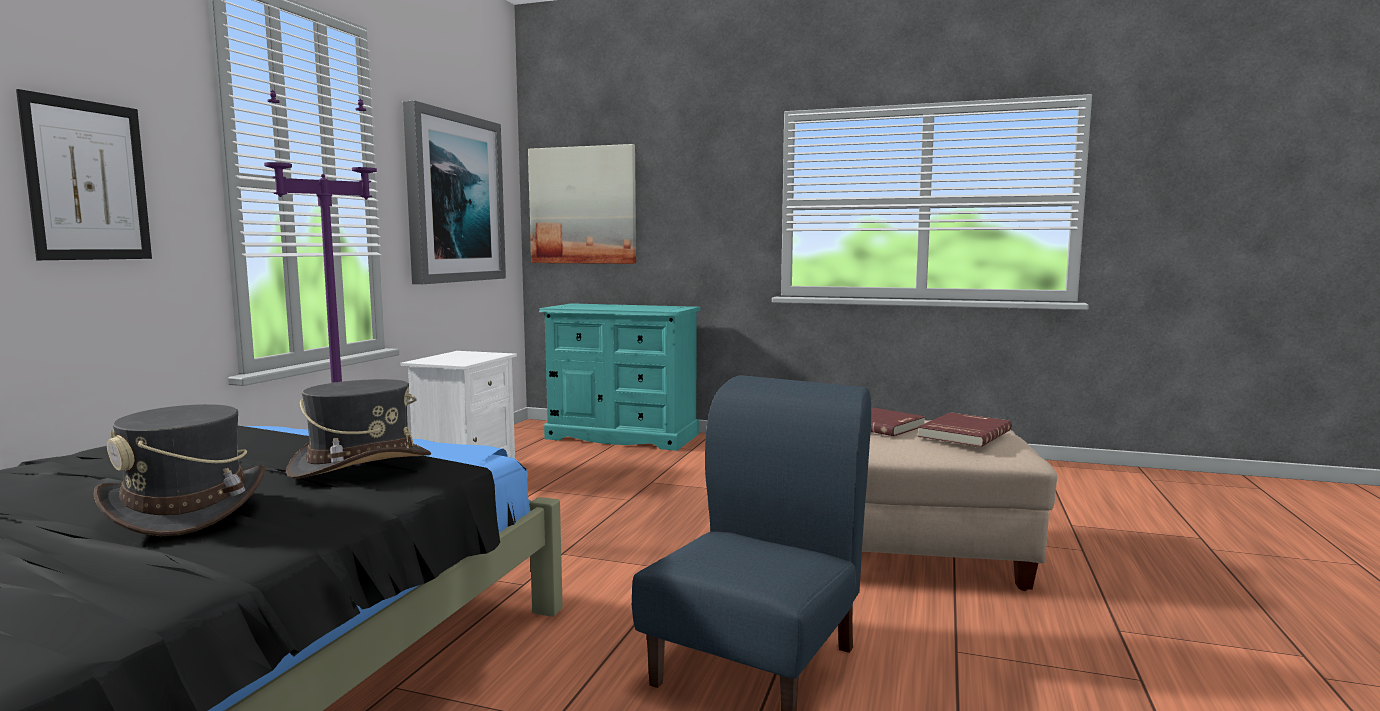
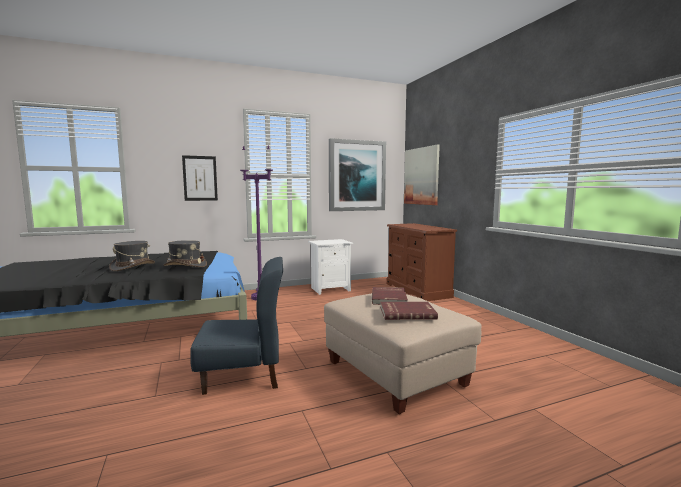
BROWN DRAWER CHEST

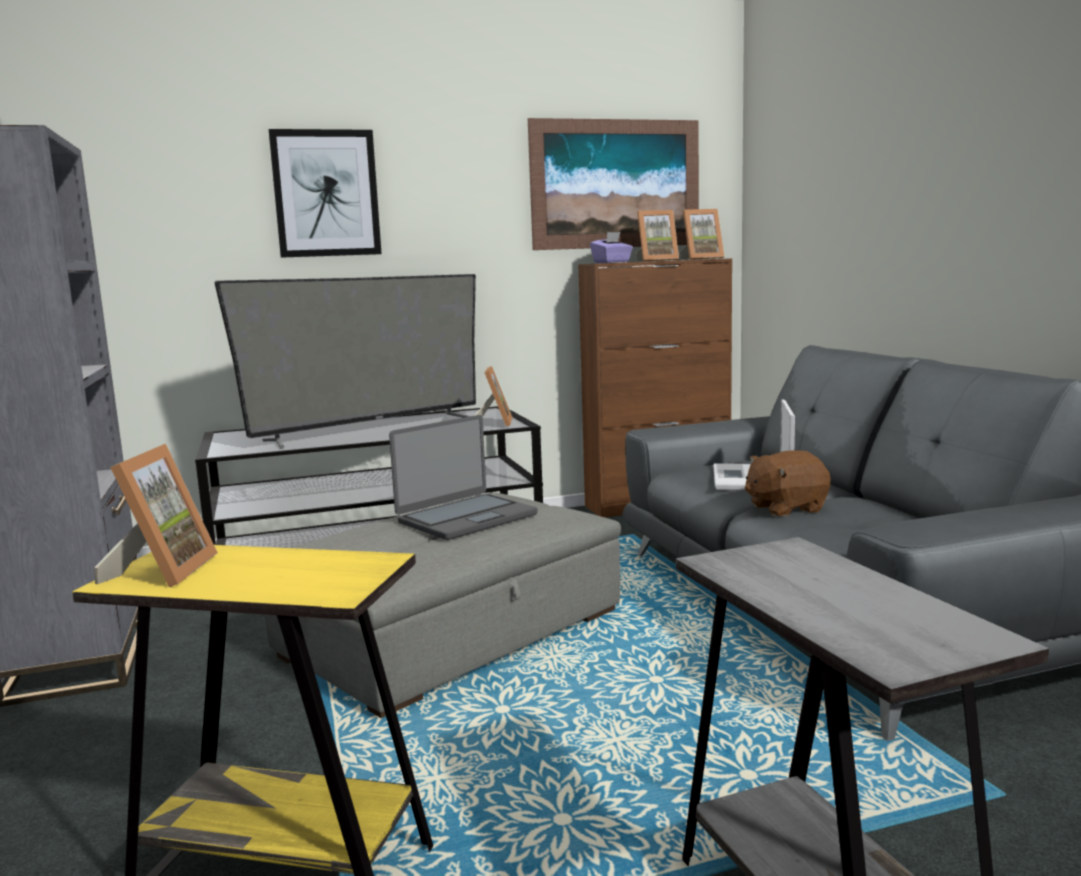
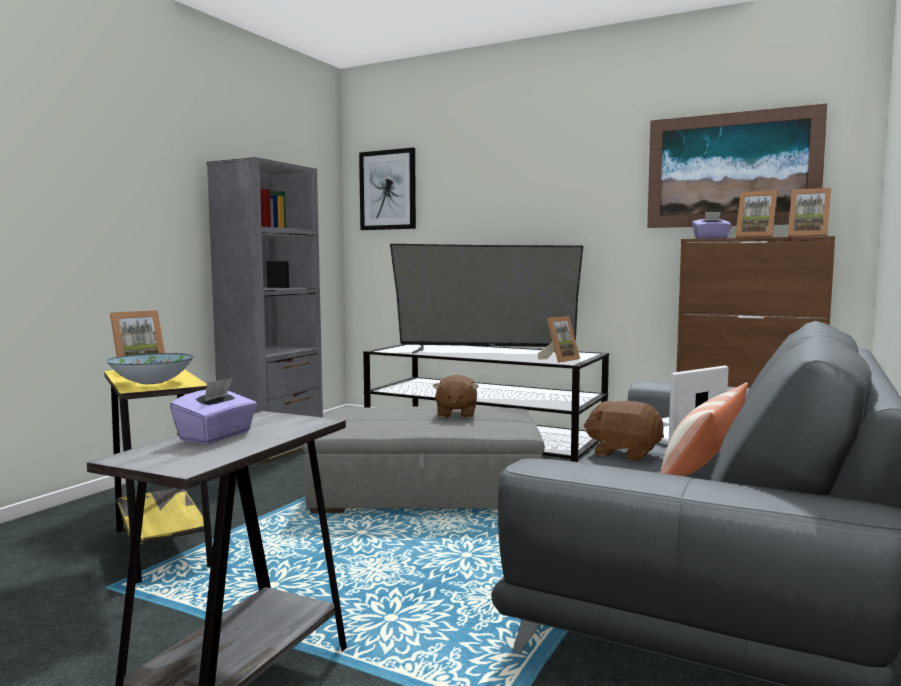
PICTURE (no. 1 from left); BROWN SOFT TOY (no. 1 from left); DEEP DISH; PURPLE-COLOURED BOX OF TISSUES (no. 1 from left); PILLOW

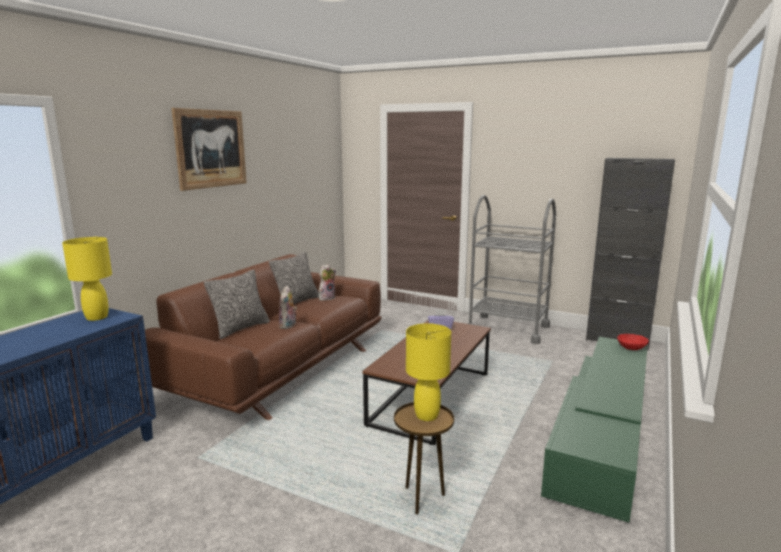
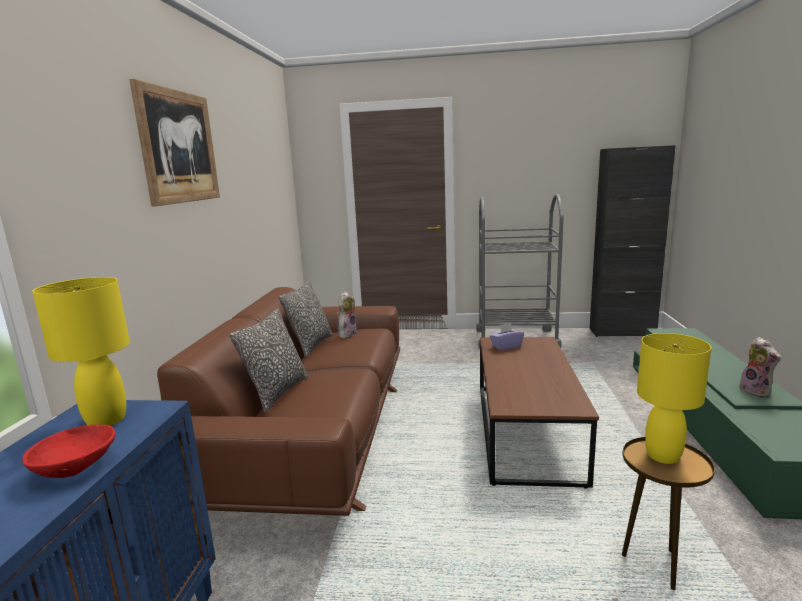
SOFT TOY (no. 2 from left); RED-COLOURED DEEP DISH

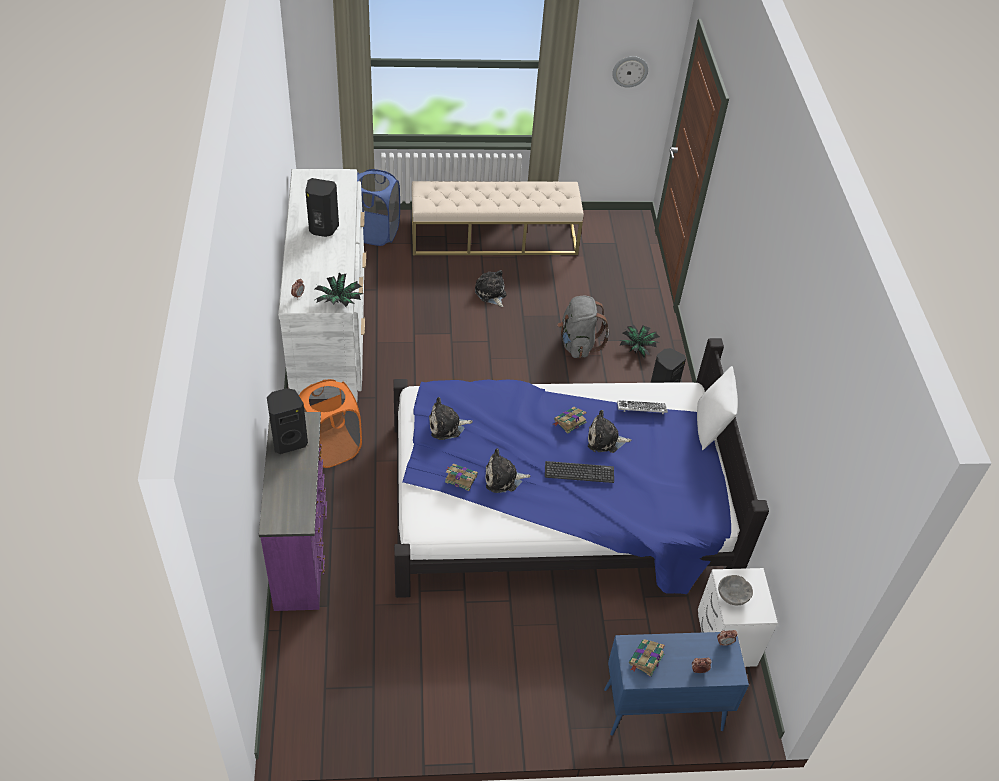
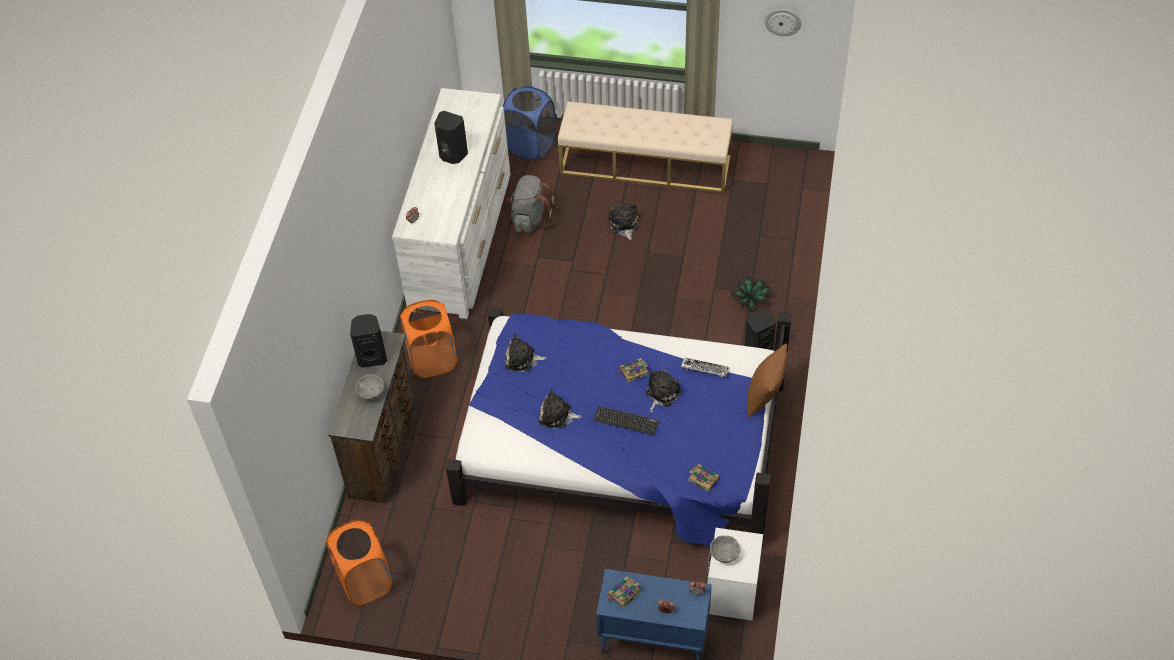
HOUSEPLANT (no. 1 from left in the first image); GREY RUCKSACK; BROWN PILLOW; SOFT TOY (no. 4 from left); BROWN DRAWER CHEST; BOUND BOOK (no. 3 from left); GREY DEEP DISH (no. 1 from left); ORANGE WASHING BASKET (no. 1 from left)

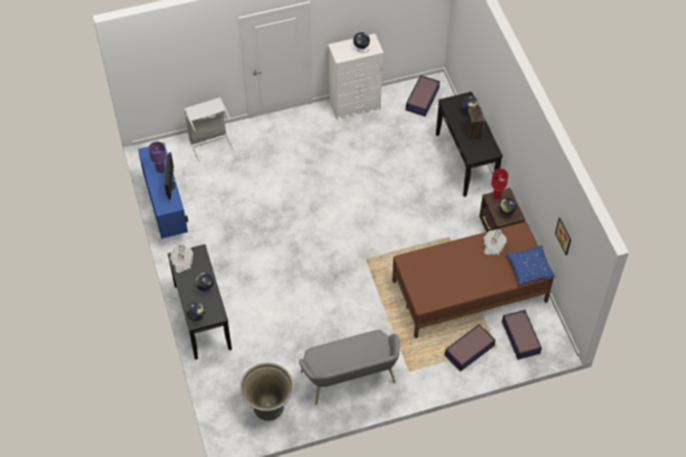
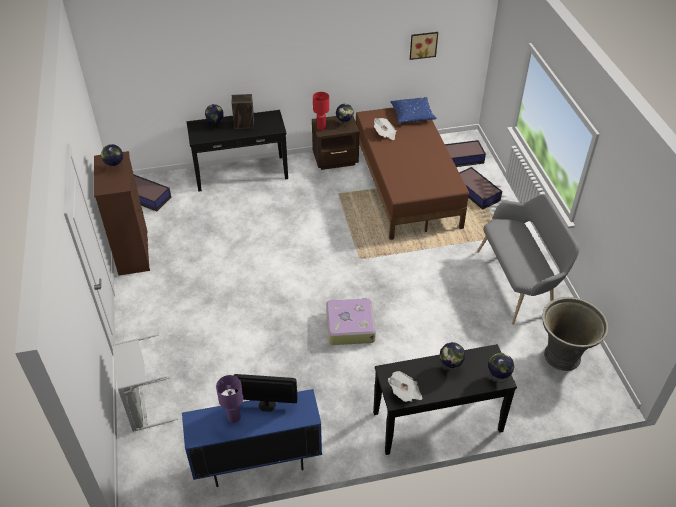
BROWN DRAWER CHEST; TRAVEL CASE

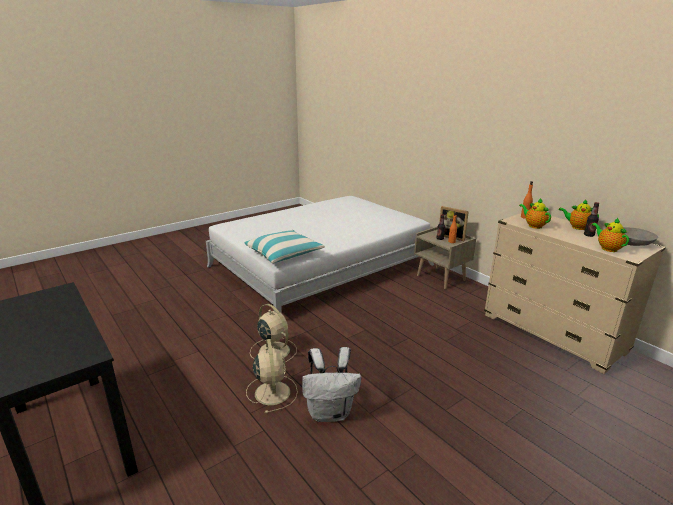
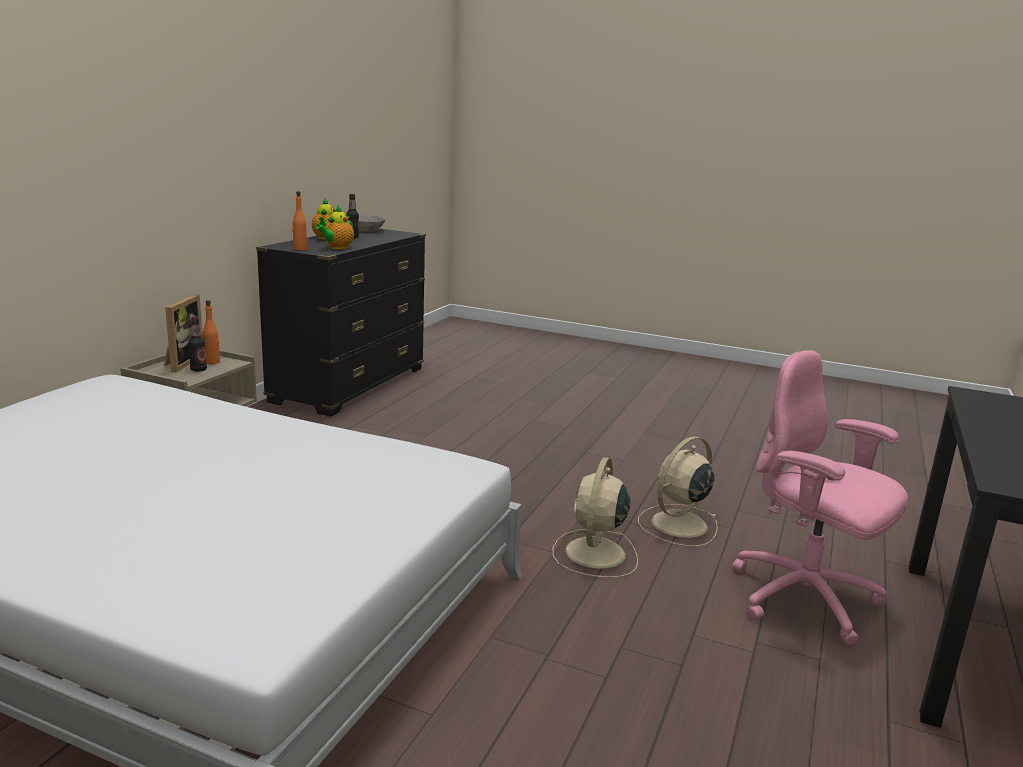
BLACK DRAWER CHEST; POT FOR TEA (no. 3 from left in the first image); PILLOW; WHITE RUCKSACK; PINKISH COMPUTER CHAIR

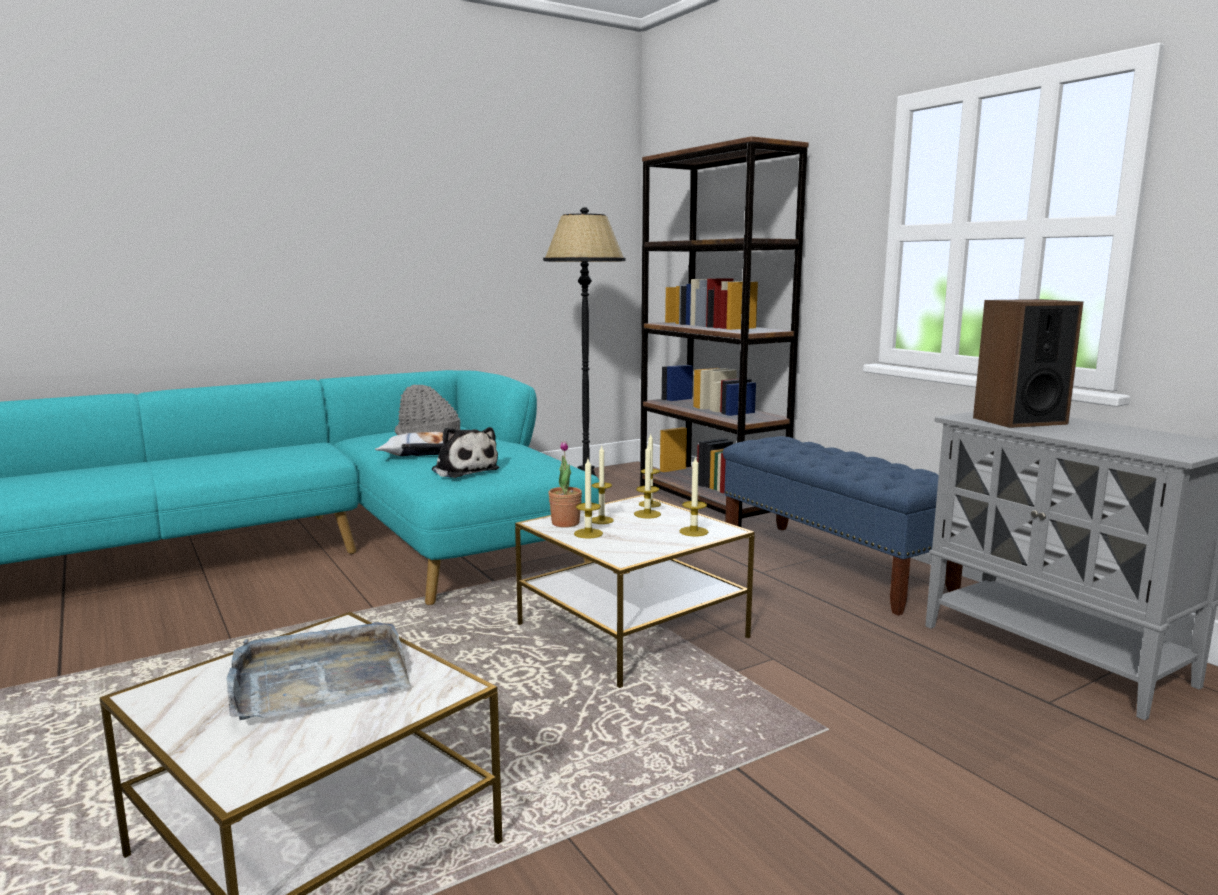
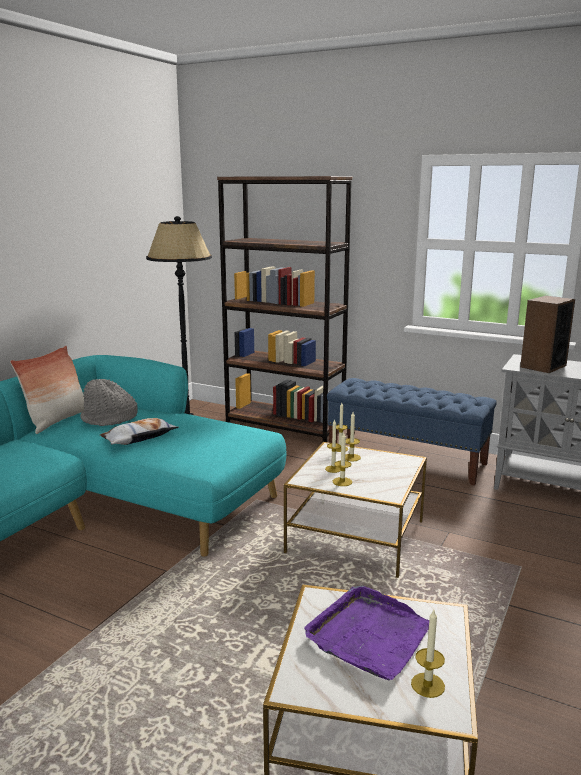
SOFT TOY; HOUSEPLANT; WAX LIGHT (no. 5 from left); PURPLE-COLOURED SERVING TRAY; PILLOW (no. 1 from left)

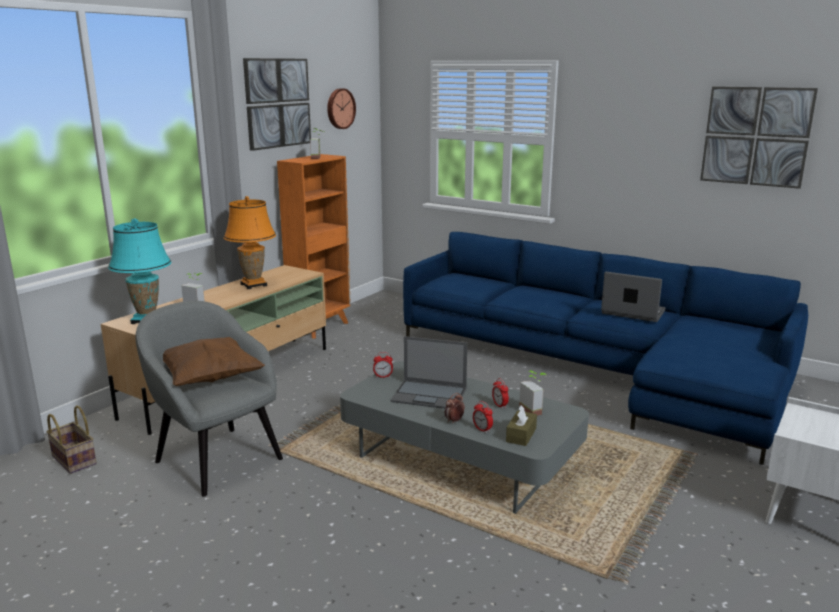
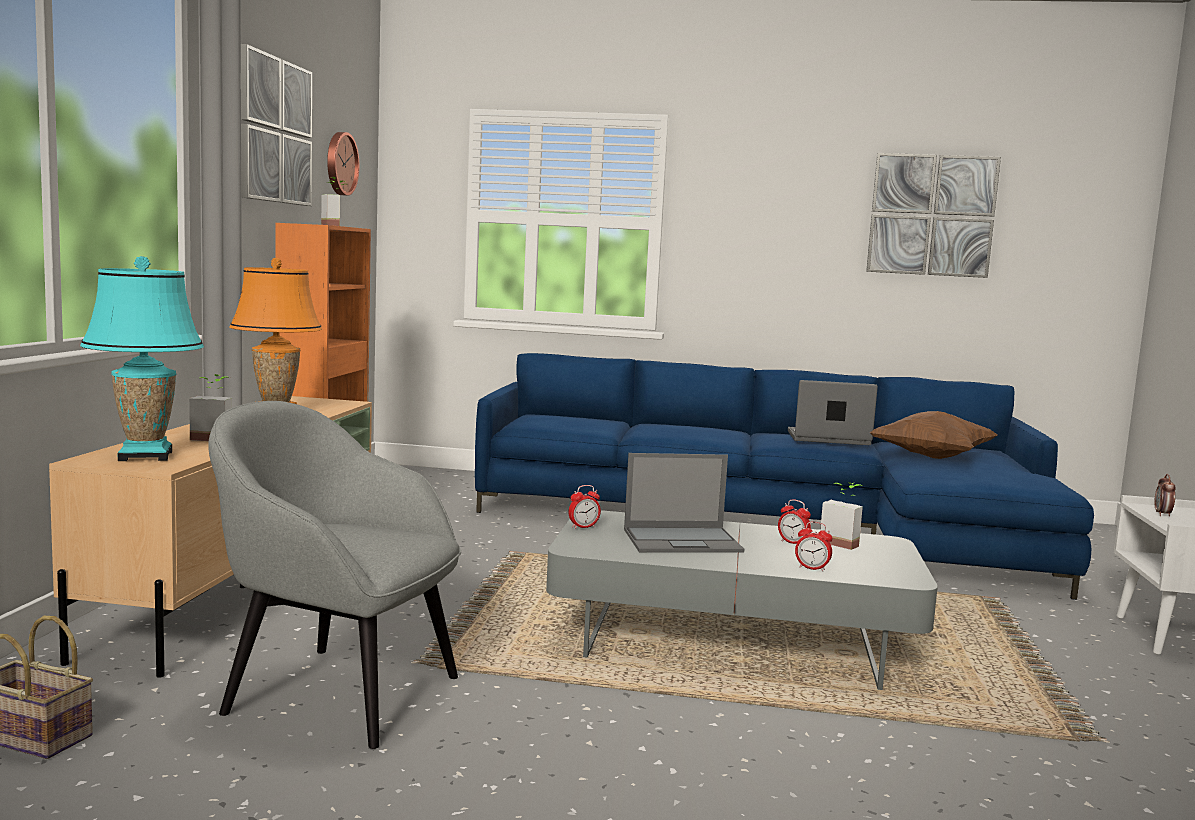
BROWN PILLOW; ALARM CLOCK (no. 4 from left); BROWN BOX OF TISSUES

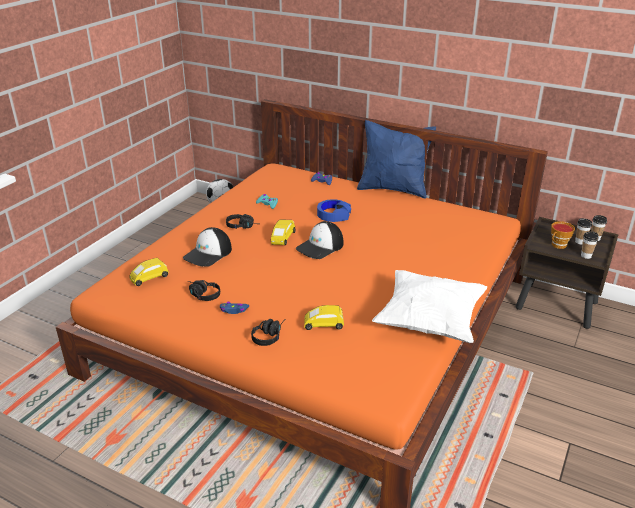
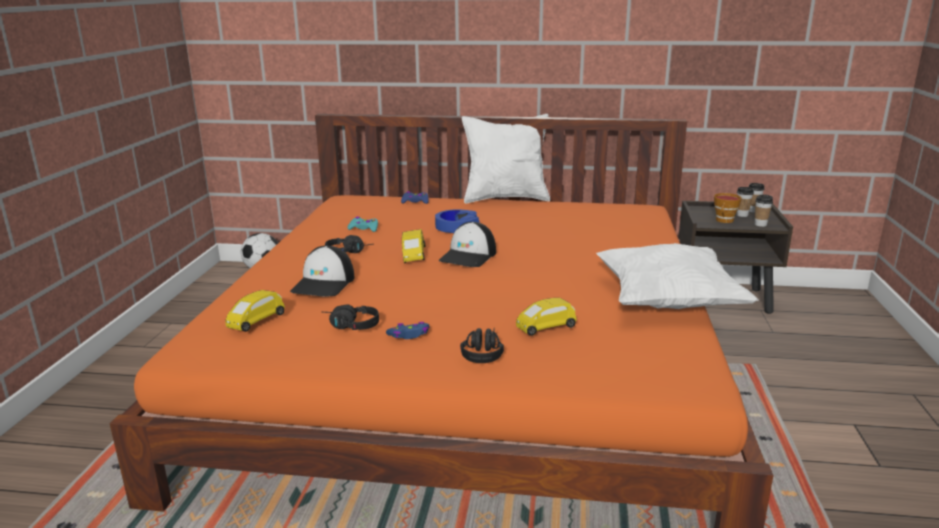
WHITE PILLOW (no. 1 from left)

